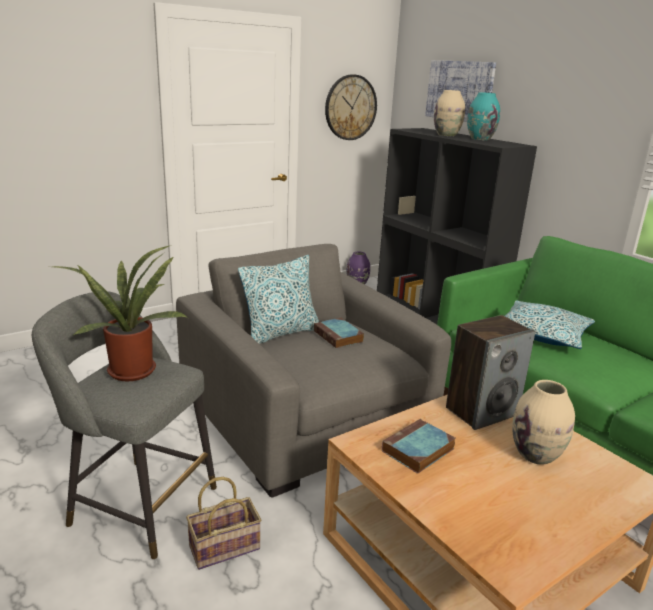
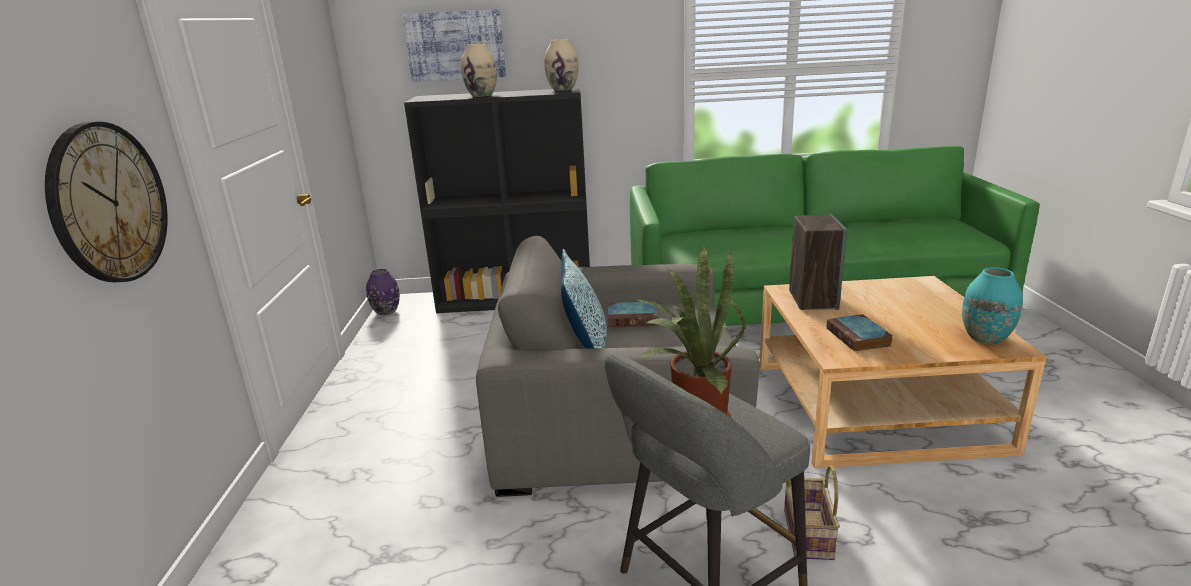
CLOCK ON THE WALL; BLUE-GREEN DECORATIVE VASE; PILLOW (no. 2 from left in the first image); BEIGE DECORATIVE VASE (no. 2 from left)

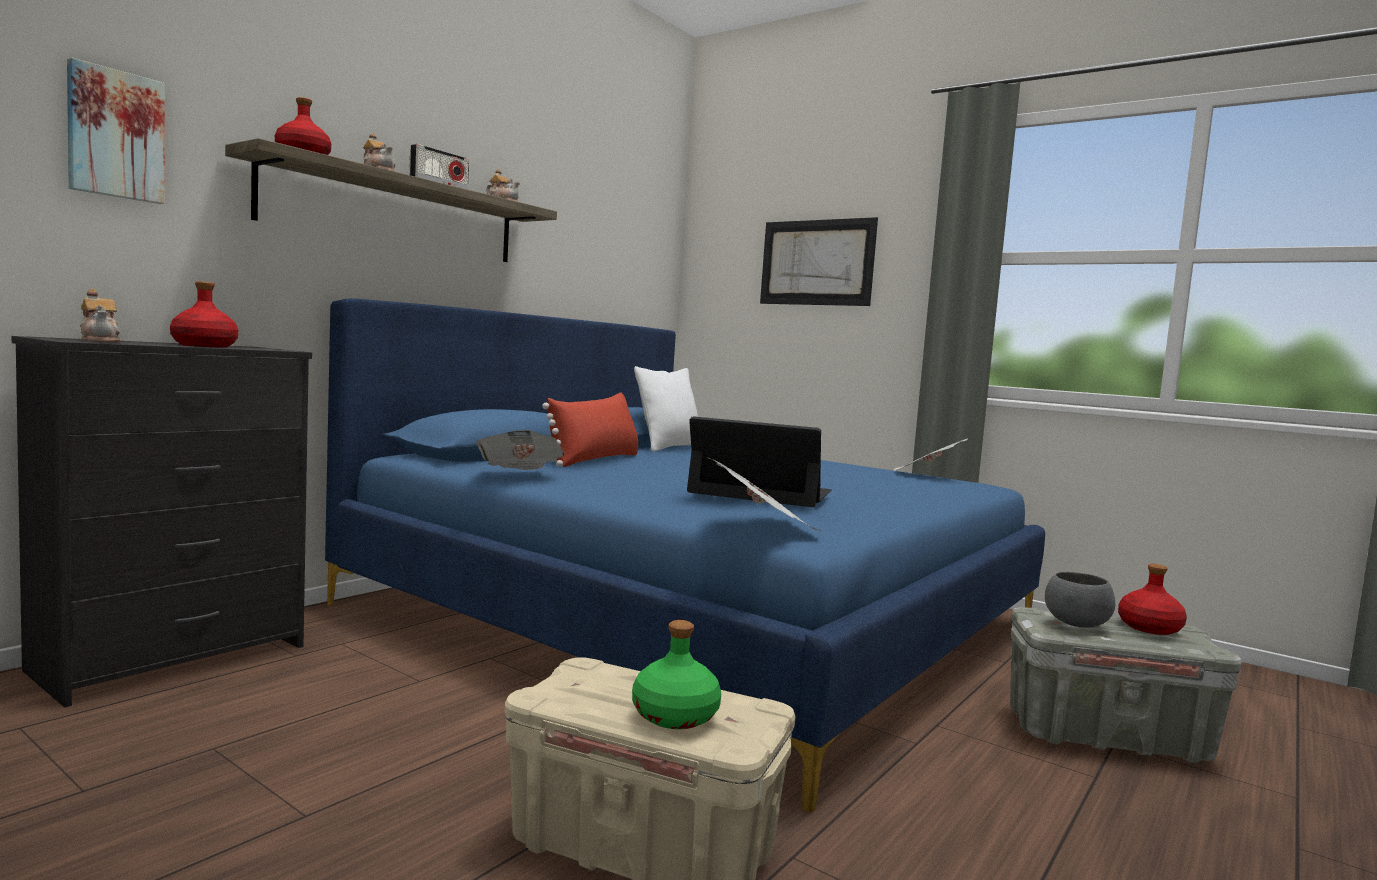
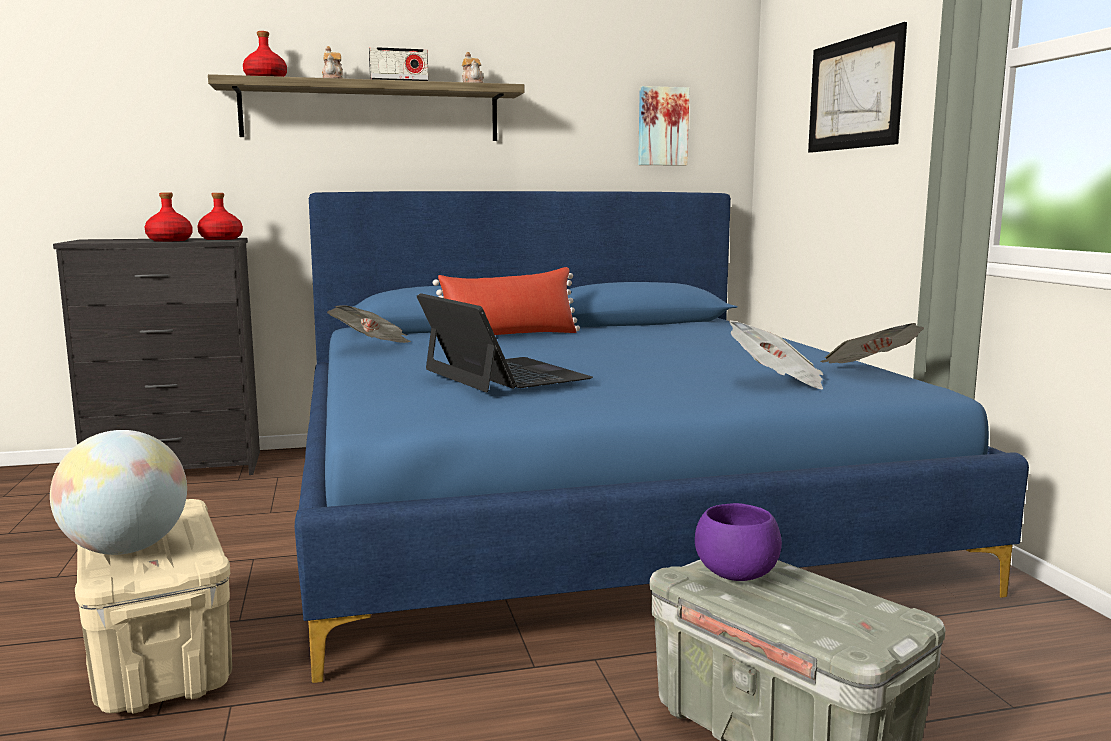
PICTURE (no. 1 from left); POT FOR TEA (no. 1 from left in the first image); WHITE PILLOW; NEWSPAPER (no. 2 from left); RED-COLOURED BEVERAGE BOTTLE (no. 2 from left); PURPLE-COLOURED DEEP DISH; WORLD GLOBE

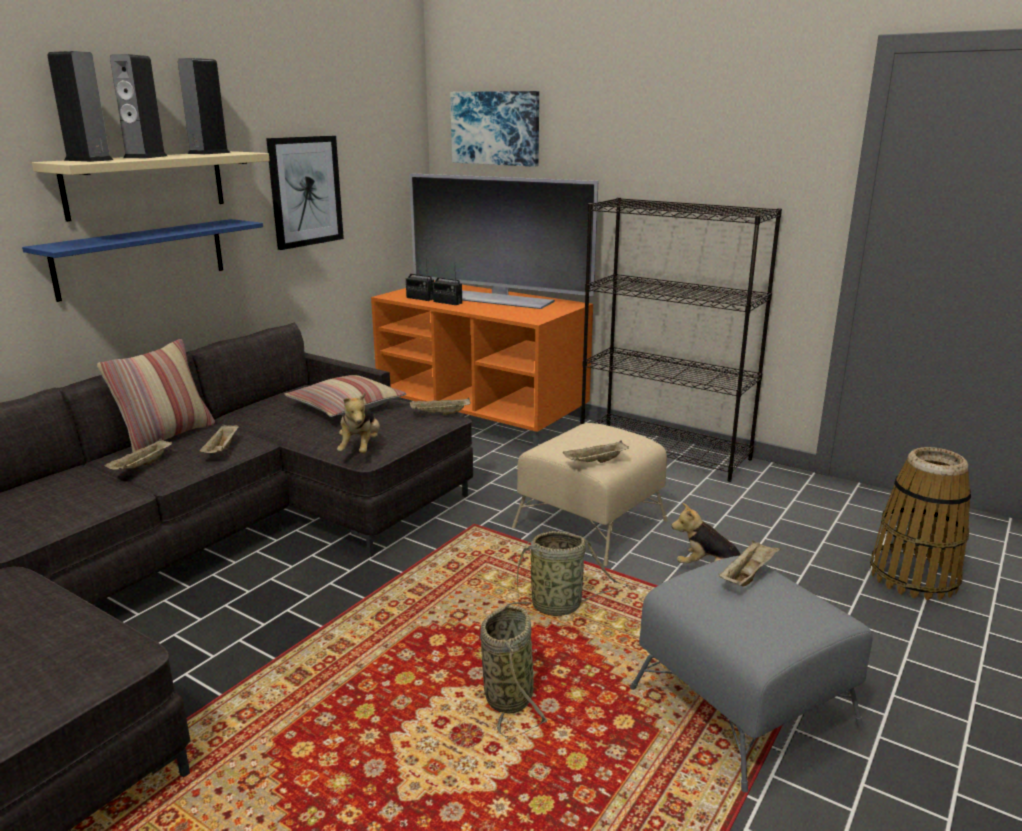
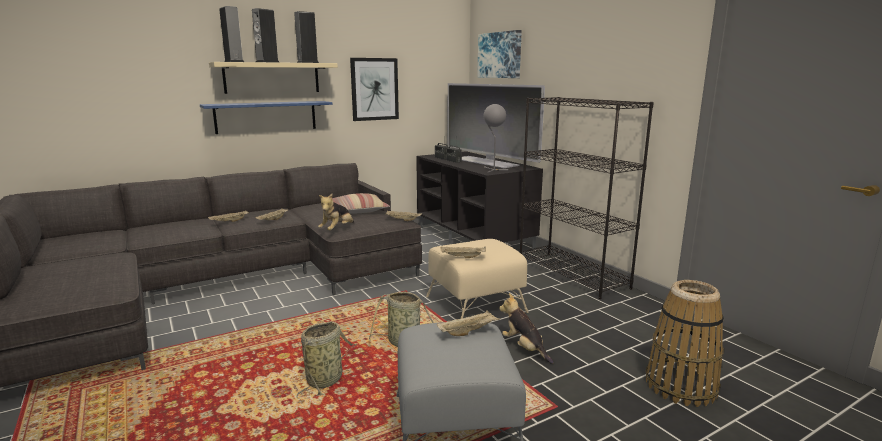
BLACK TV UNIT; PILLOW (no. 1 from left in the first image); GREY TABLETOP LAMP

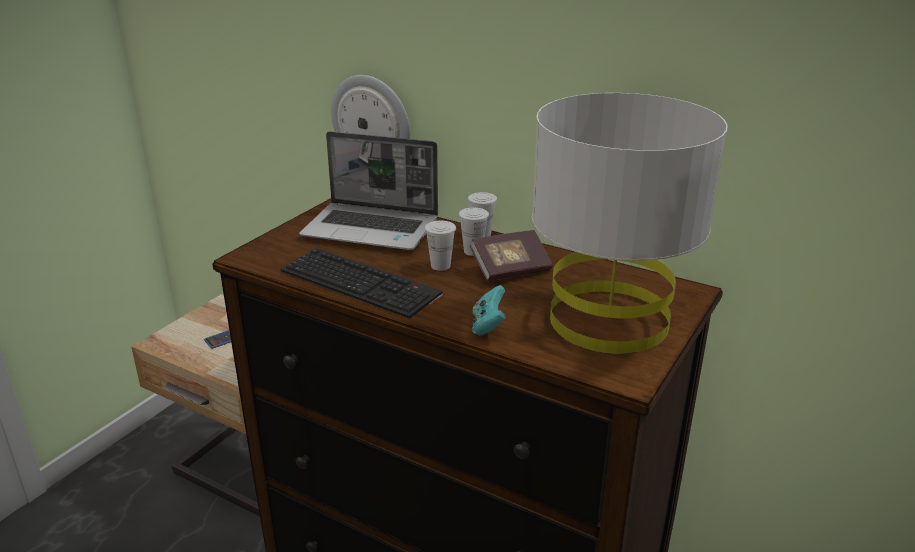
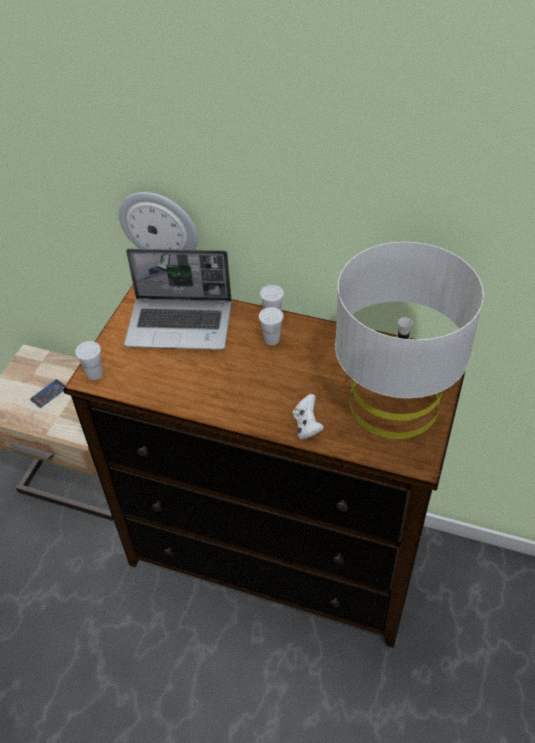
WHITE SMALL CUP (no. 1 from left); BOUND BOOK; COMPUTER KEYBOARD; WHITE GAMEPAD

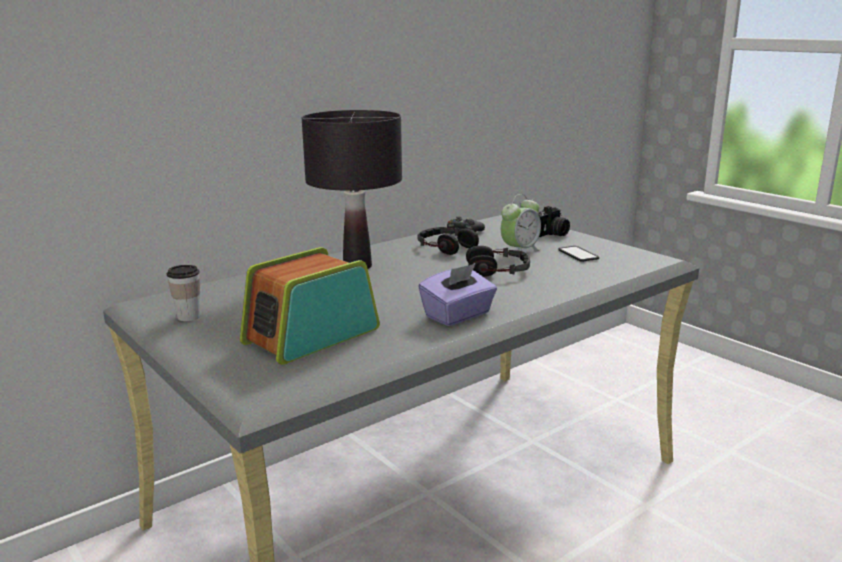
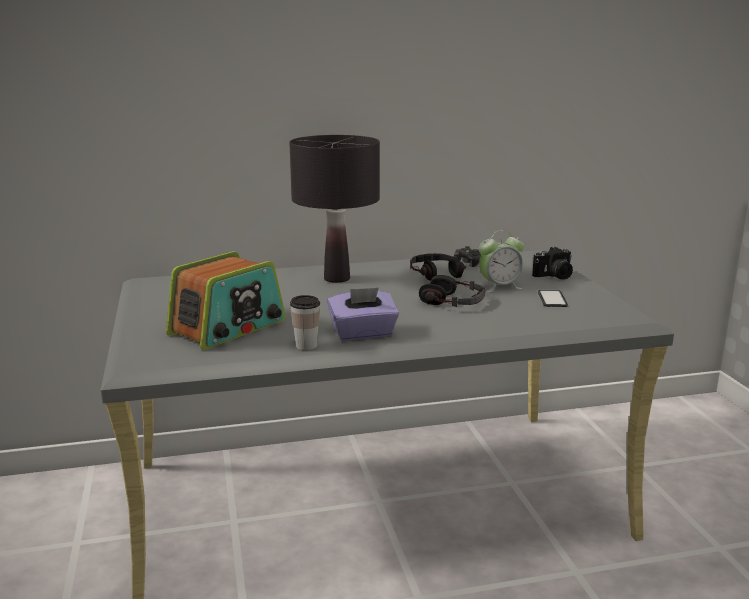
RADIO; SMALL CUP

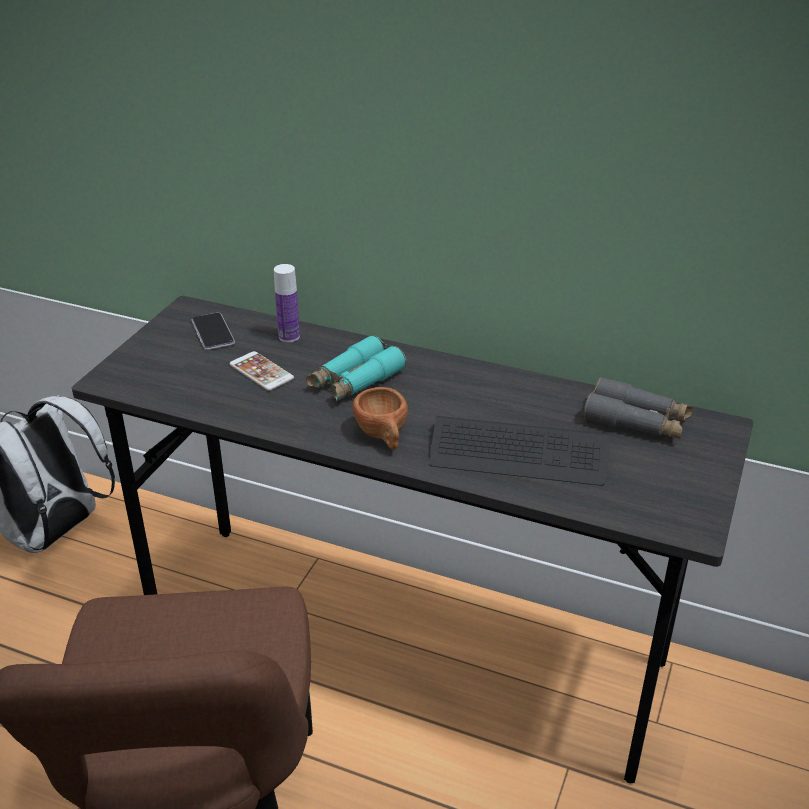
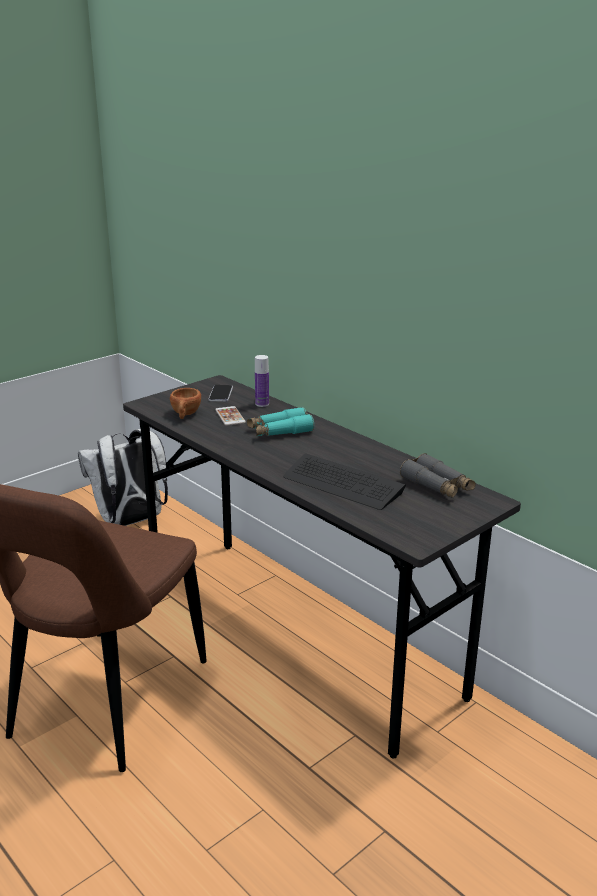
BROWN SMALL CUP

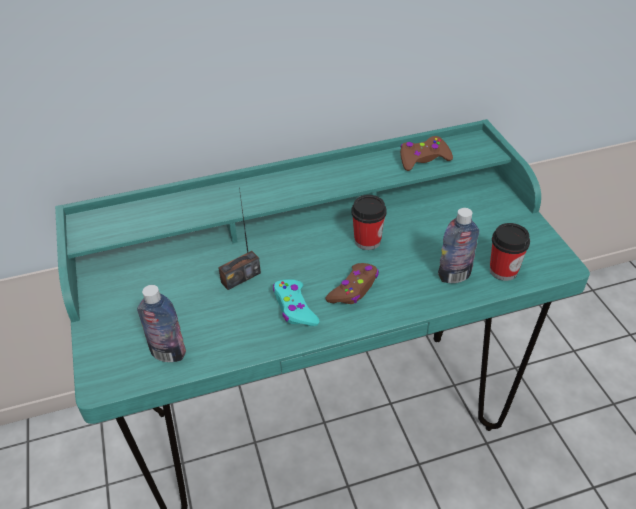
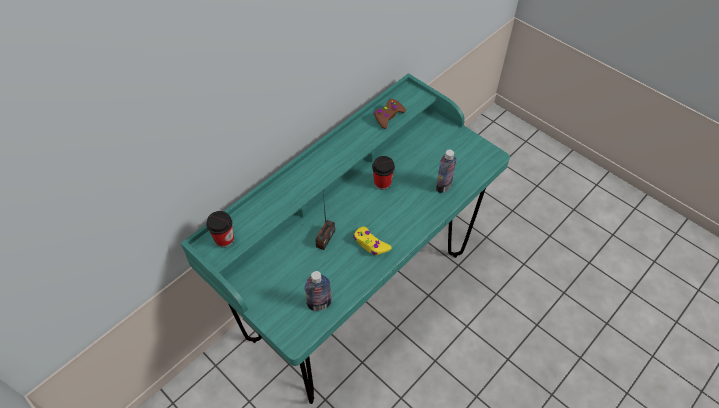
SMALL CUP (no. 1 from left); BROWN GAMEPAD (no. 1 from left in the first image); YELLOWISH GAMEPAD

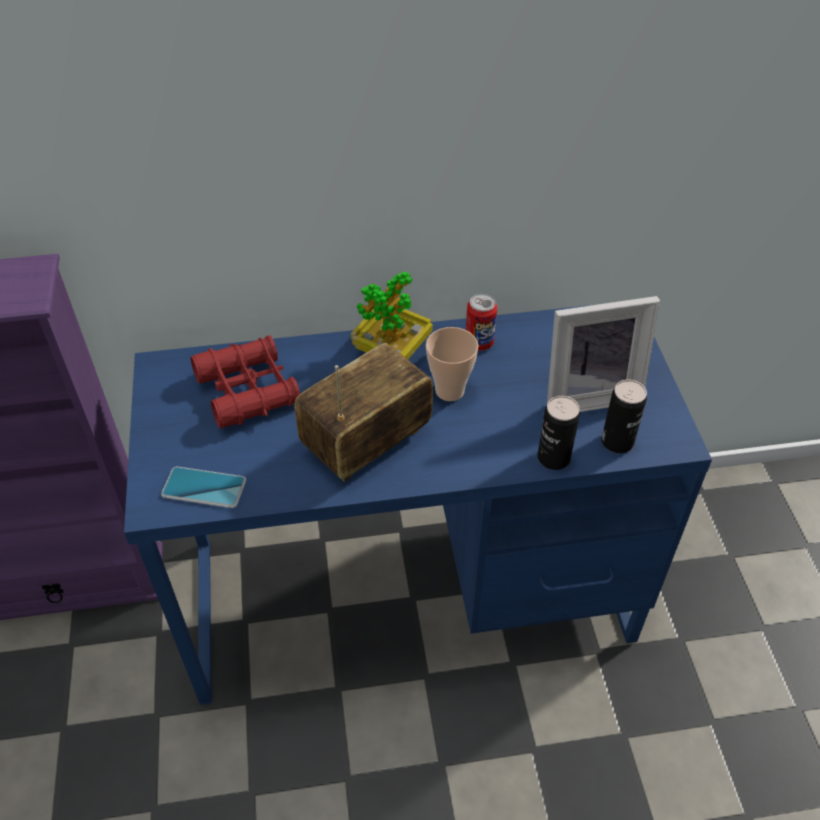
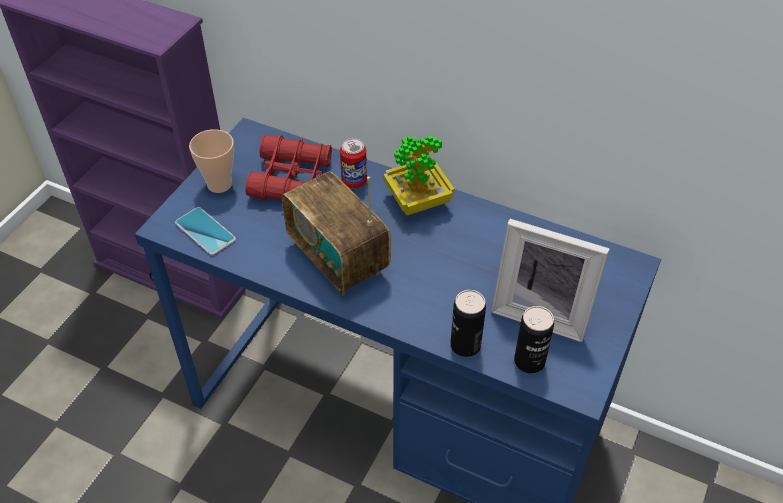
METAL CAN (no. 1 from left); SMALL CUP; RADIO

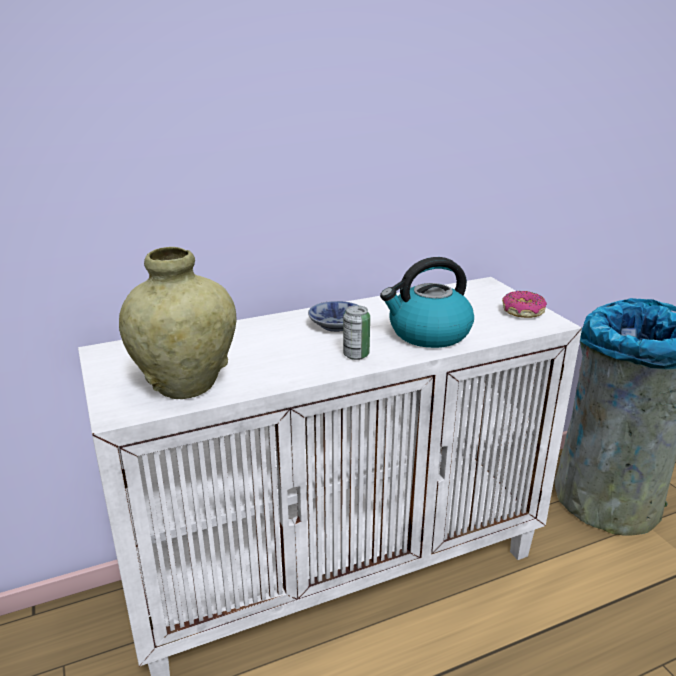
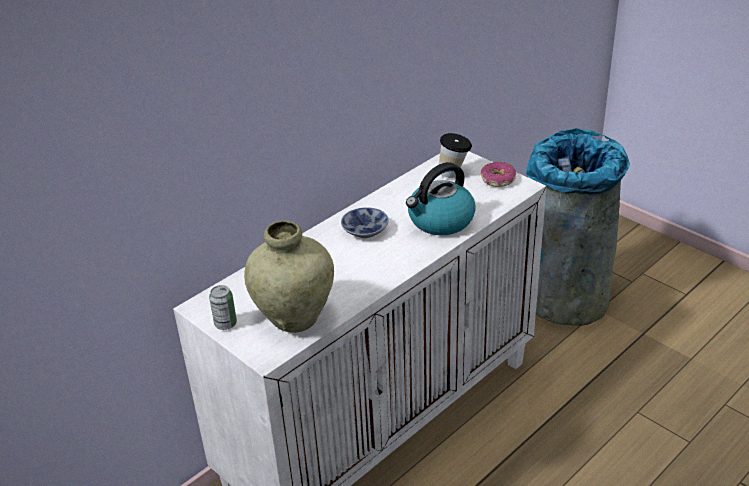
METAL CAN; SMALL CUP

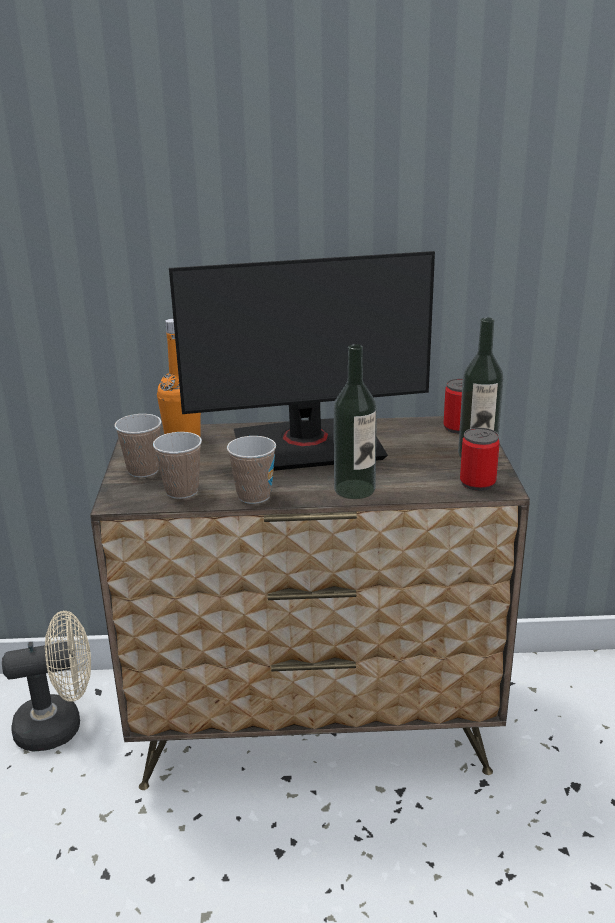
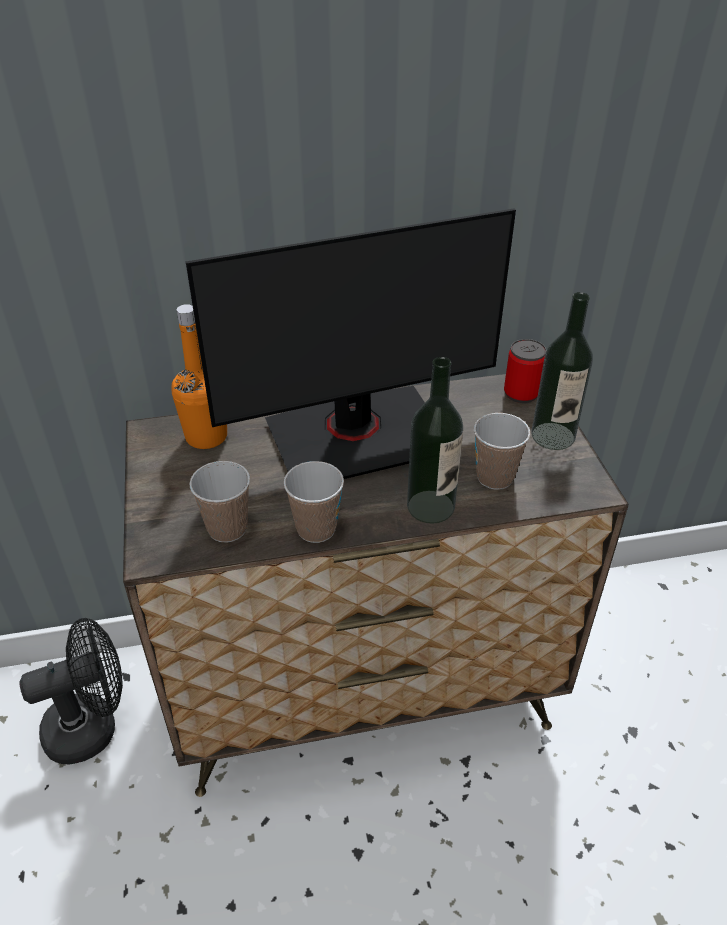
SMALL CUP (no. 3 from left); METAL CAN (no. 2 from left in the first image); BLACK COOLING FAN

